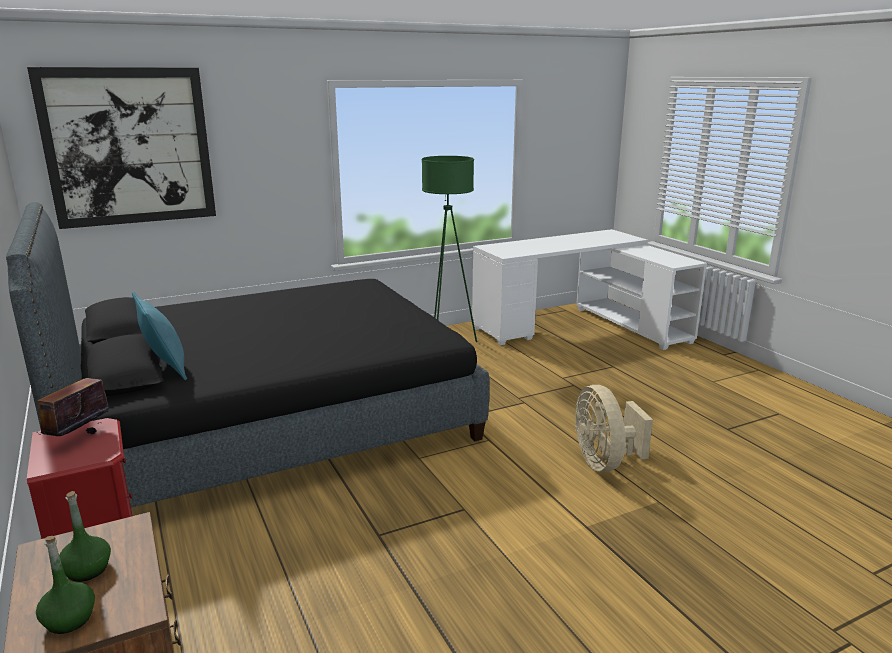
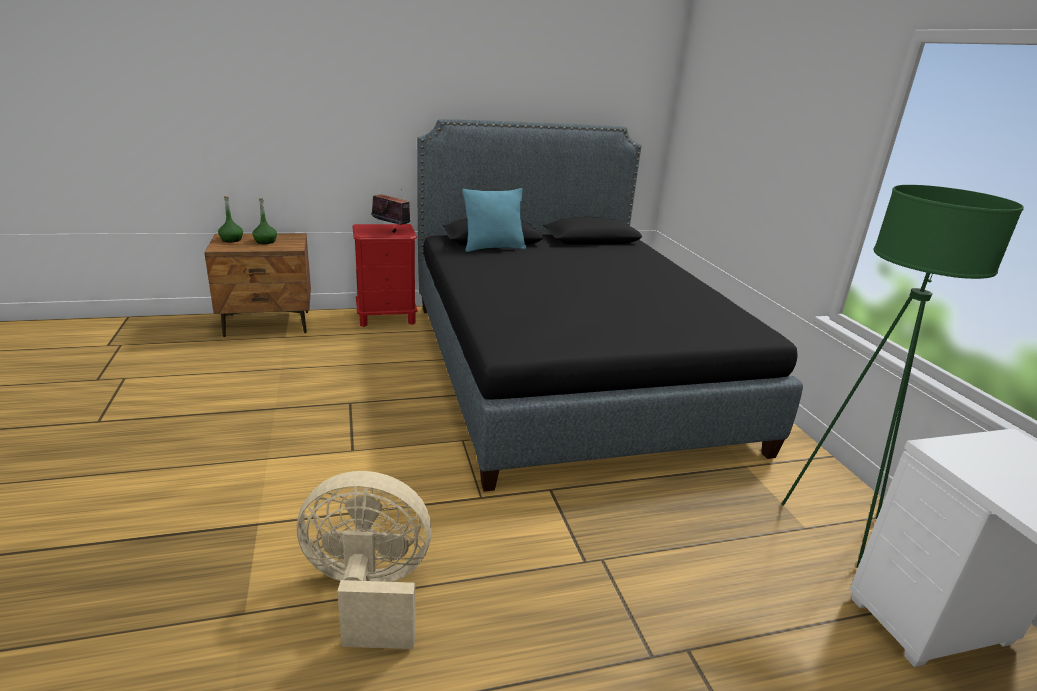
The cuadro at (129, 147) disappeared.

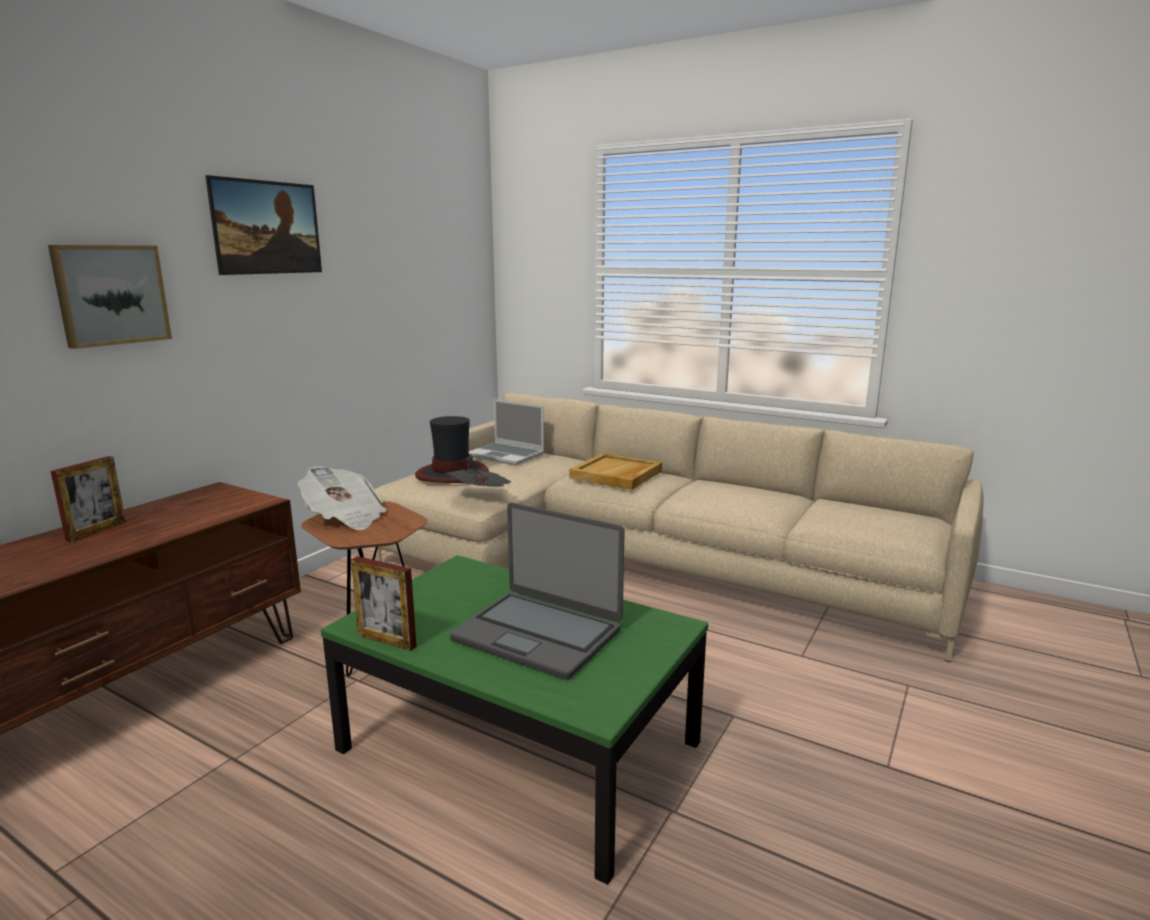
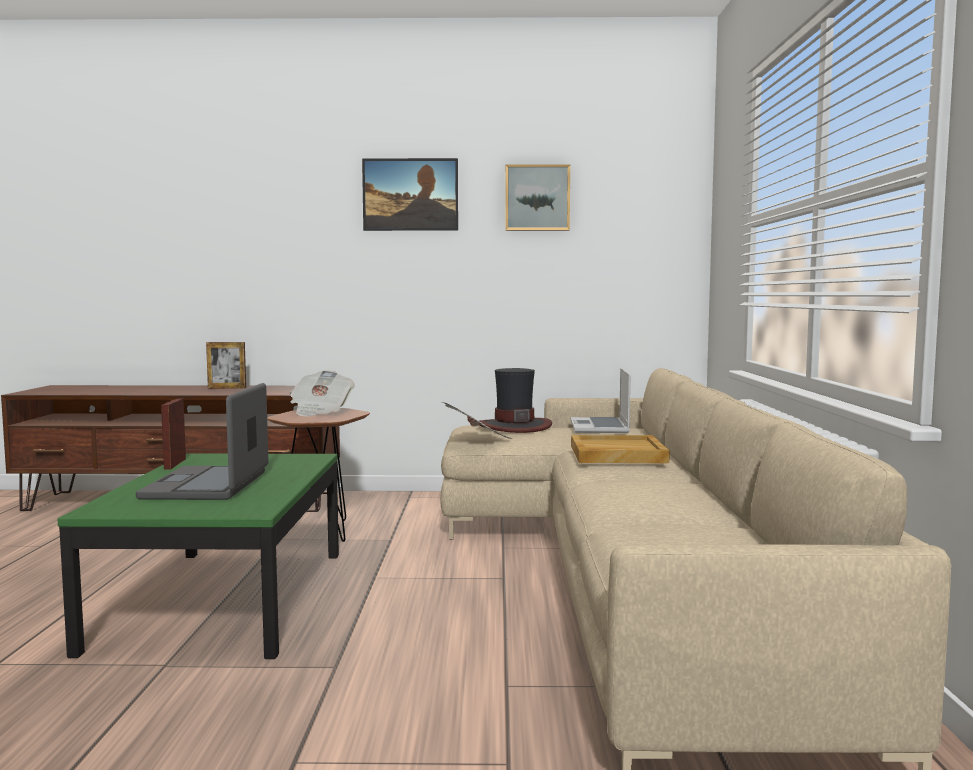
The cuadro moved from (111, 295) to (537, 198).

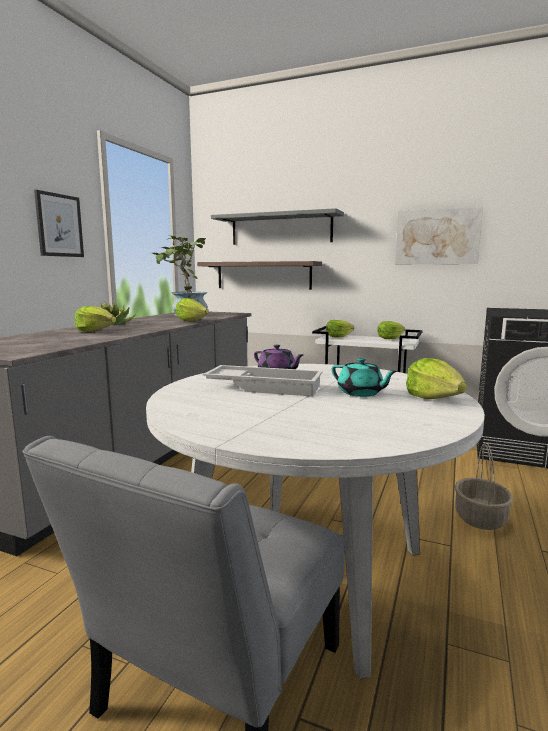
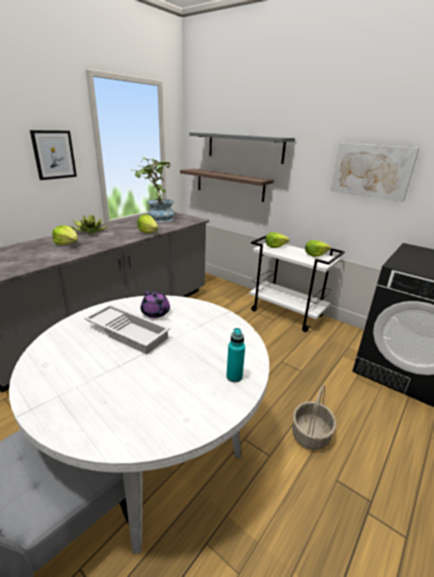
The tetera/turquesa at (361, 393) disappeared.
The lechuga at (434, 398) was replaced by the botella/turquesa at (234, 377).

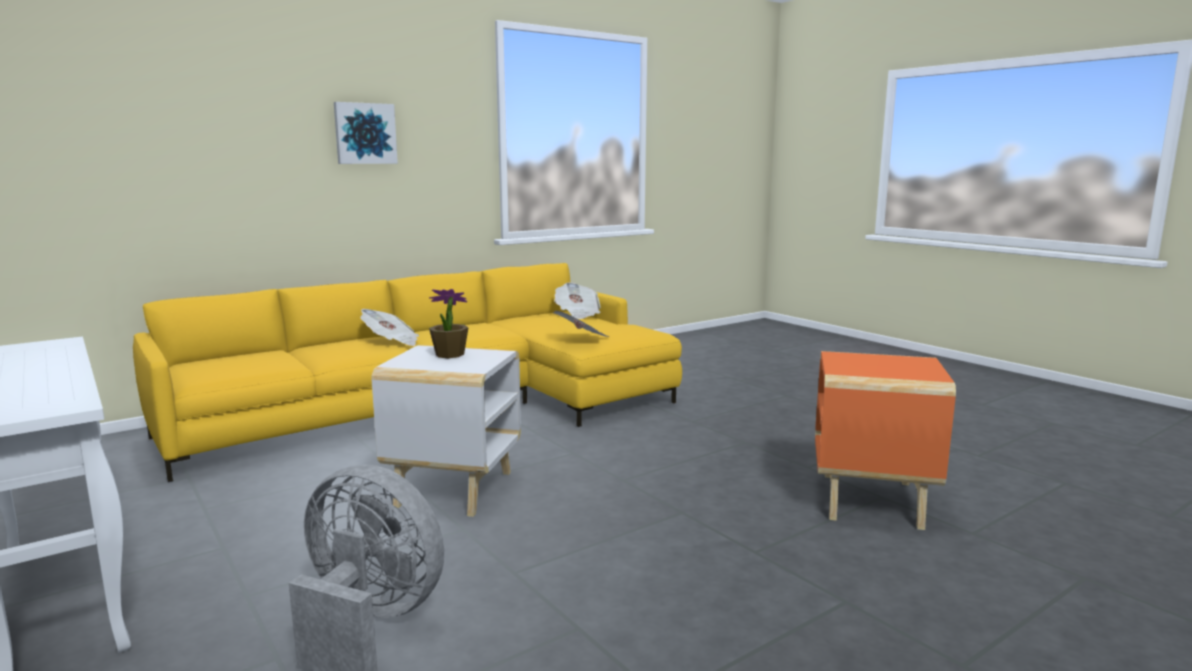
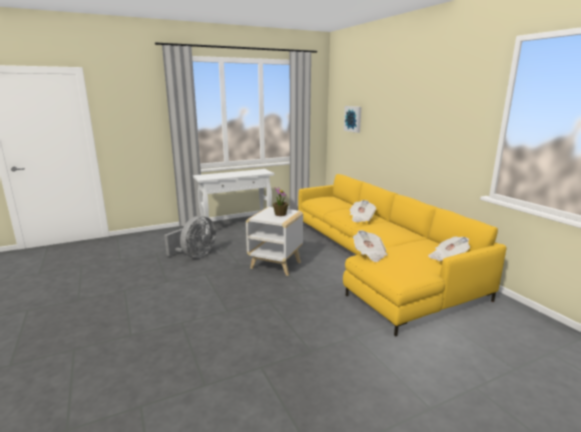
The cuadro moved from (365, 133) to (353, 119).
The mesa auxiliar/naranja at (871, 501) disappeared.

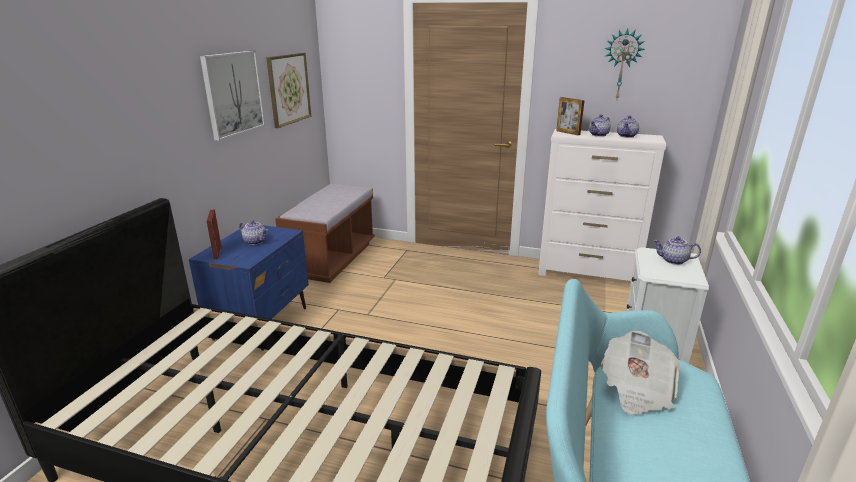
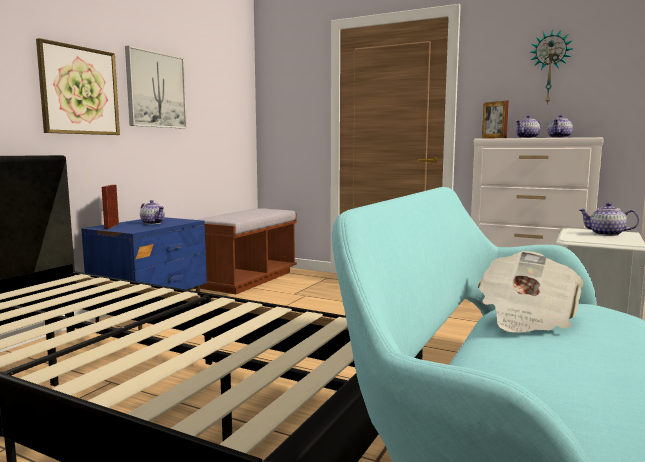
The cuadro moved from (288, 89) to (79, 91).

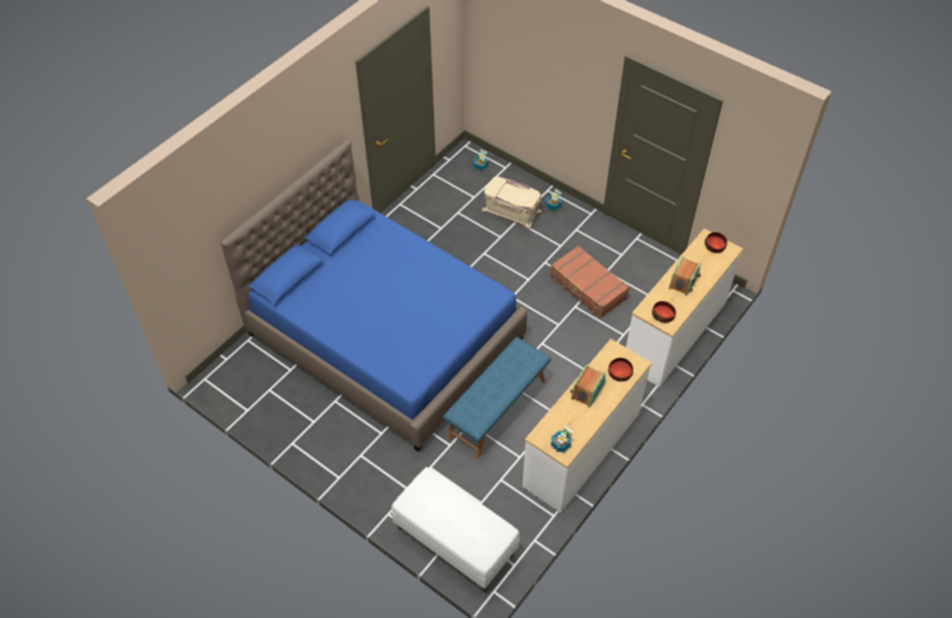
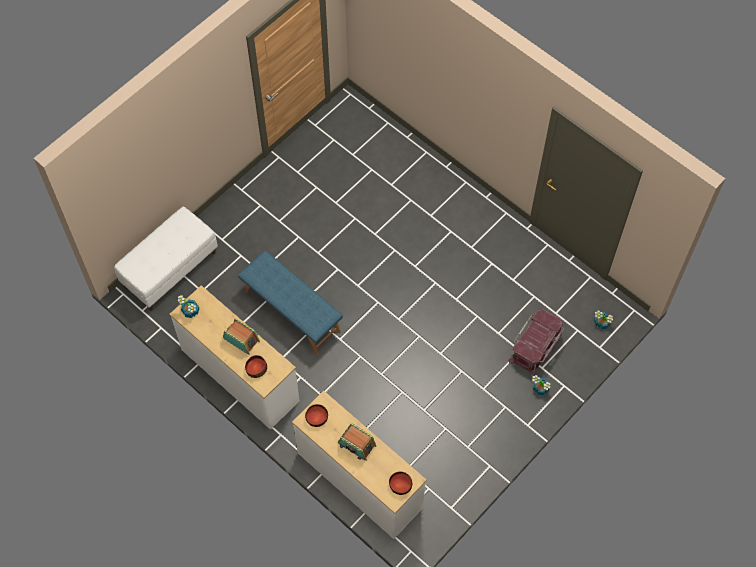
The cama/azul at (386, 336) disappeared.
The caja de almacenaje/beis at (512, 210) became the caja de almacenaje/rojo at (535, 347).
The maleta/marrón at (588, 288) disappeared.

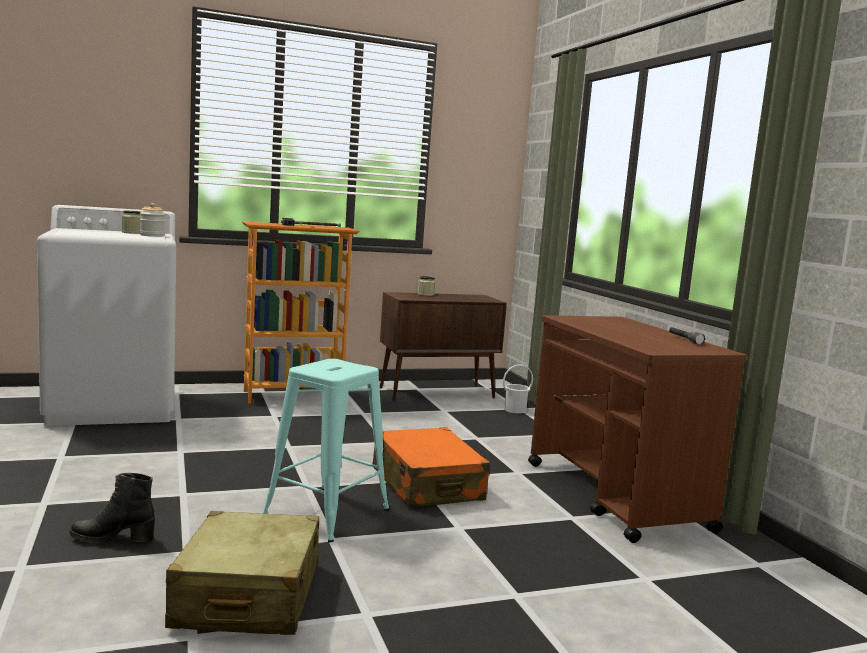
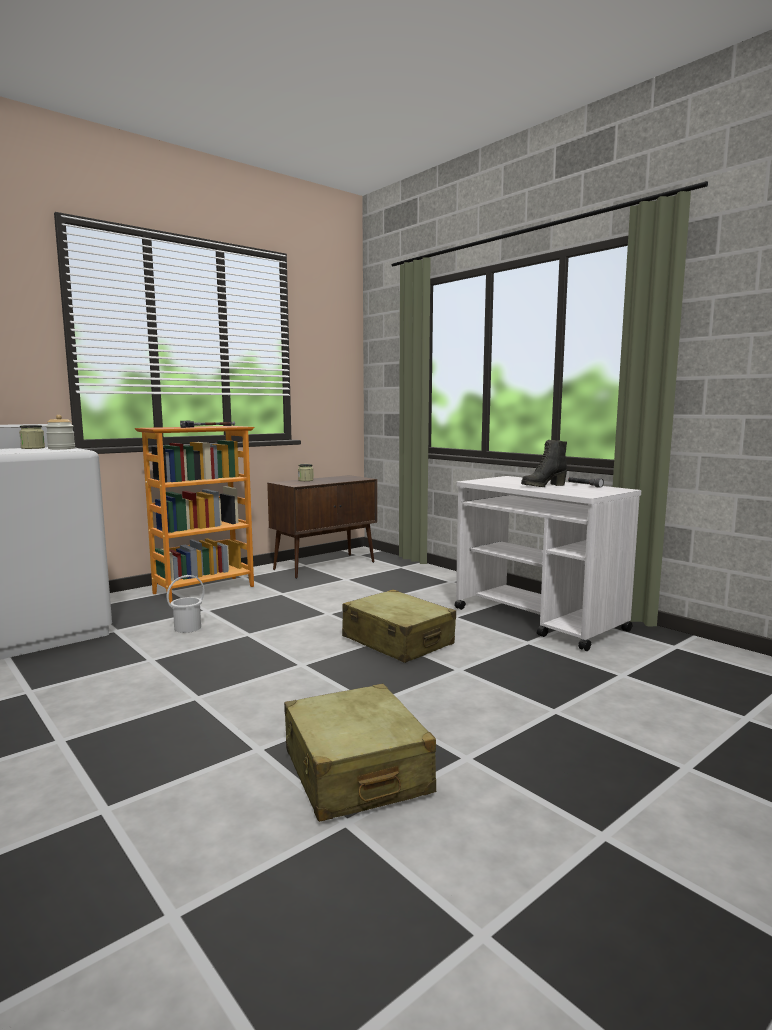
The bota/negro moved from (113, 538) to (543, 486).
The taburete/turquesa at (327, 513) disappeared.
The maleta/naranja at (427, 485) became the maleta/beis at (398, 641).
The cubo/blanco moved from (514, 410) to (187, 628).
The carrito/marrón at (616, 496) became the carrito/blanco at (539, 620).

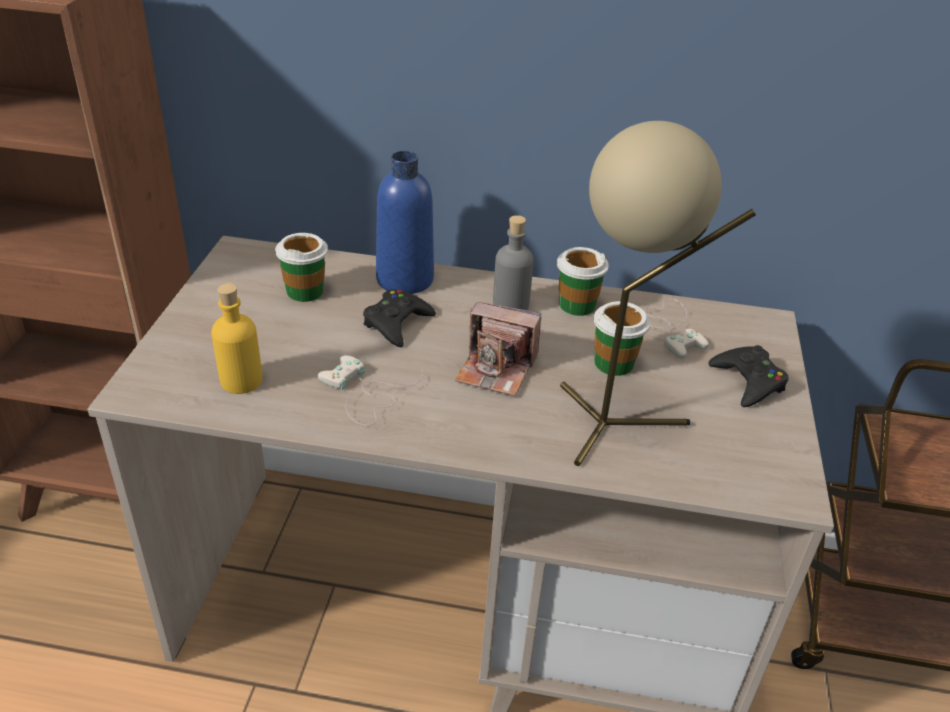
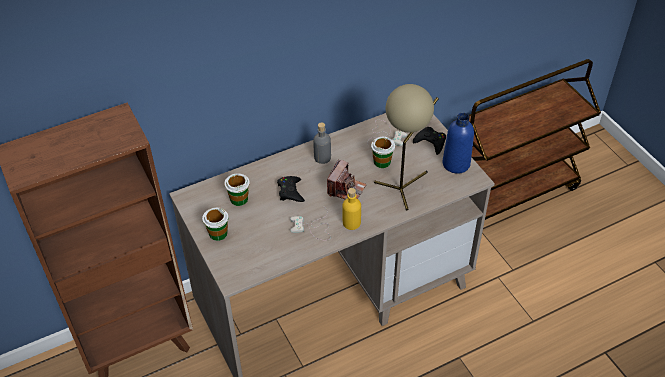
The botella/amarillo moved from (241, 380) to (351, 223).
The botella/azul moved from (405, 279) to (456, 164).
The cámara at (496, 369) turned 45 degrees counterclockwise.
The taza moved from (576, 305) to (218, 233).

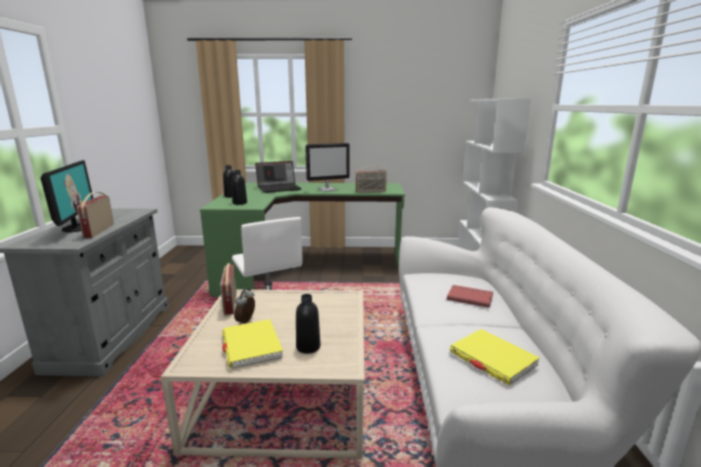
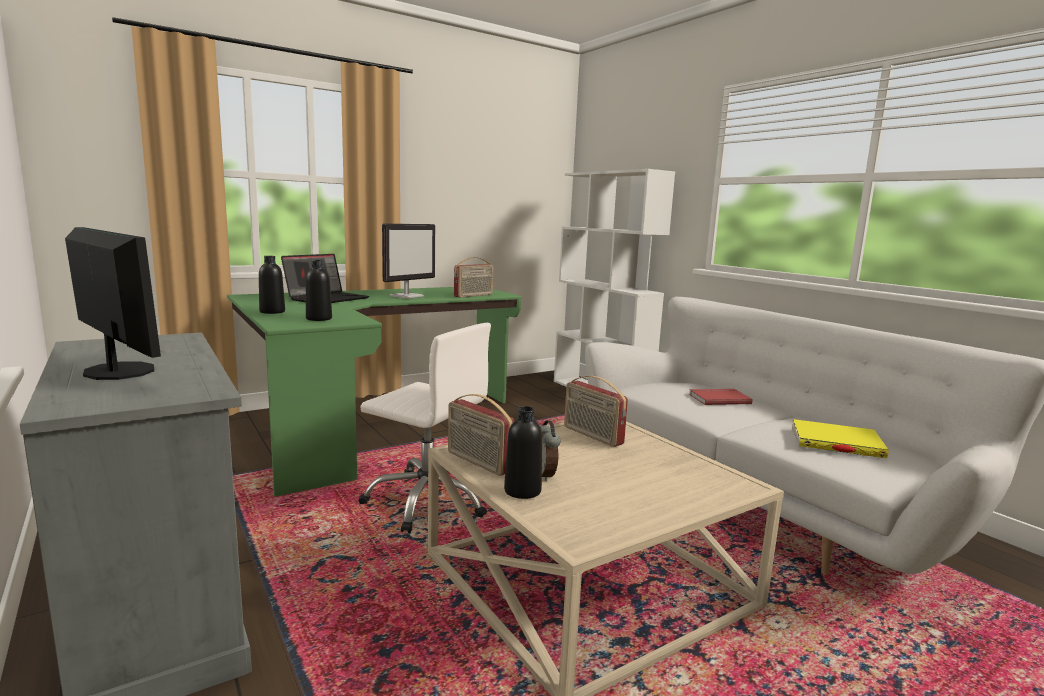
The radio moved from (98, 231) to (592, 435).
The libro/amarillo at (251, 346) disappeared.
The botella/negro moved from (308, 347) to (522, 491).

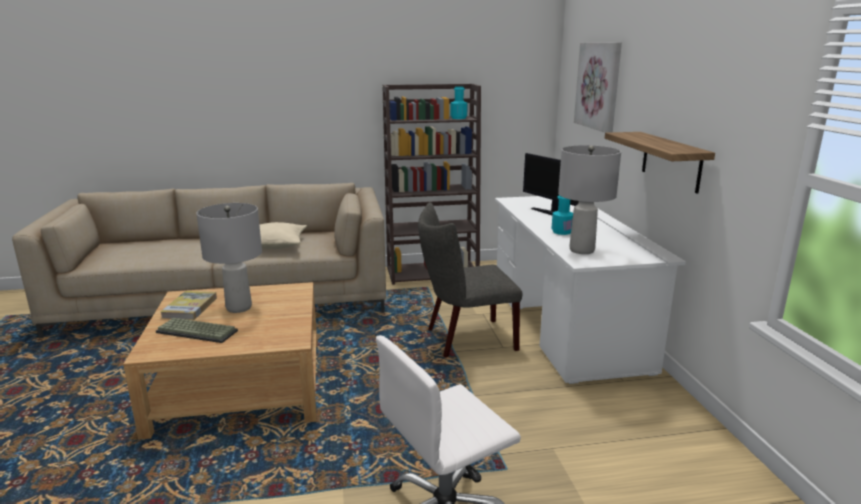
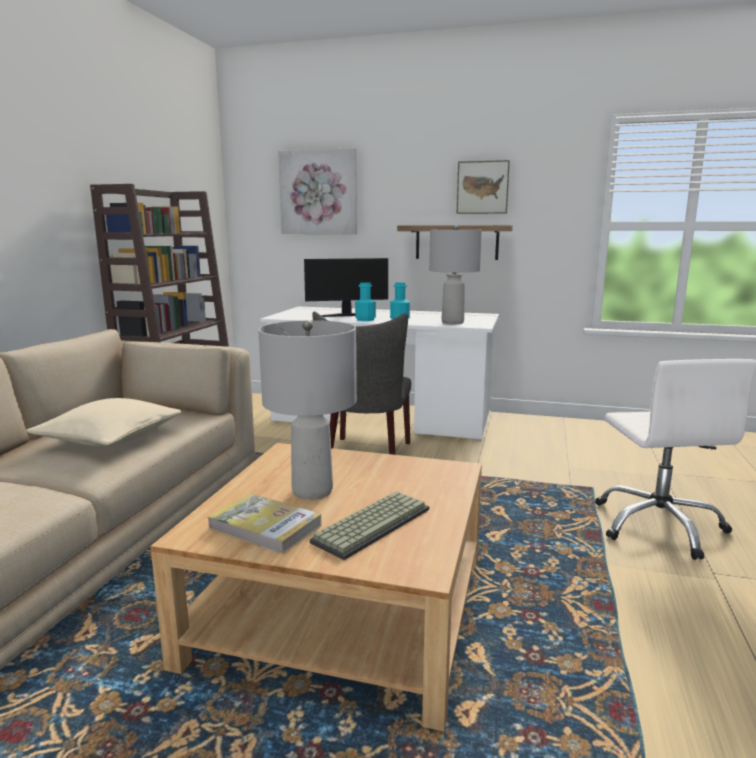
The botella/turquesa moved from (458, 118) to (365, 319).
The cuadro at (483, 187) appeared.

